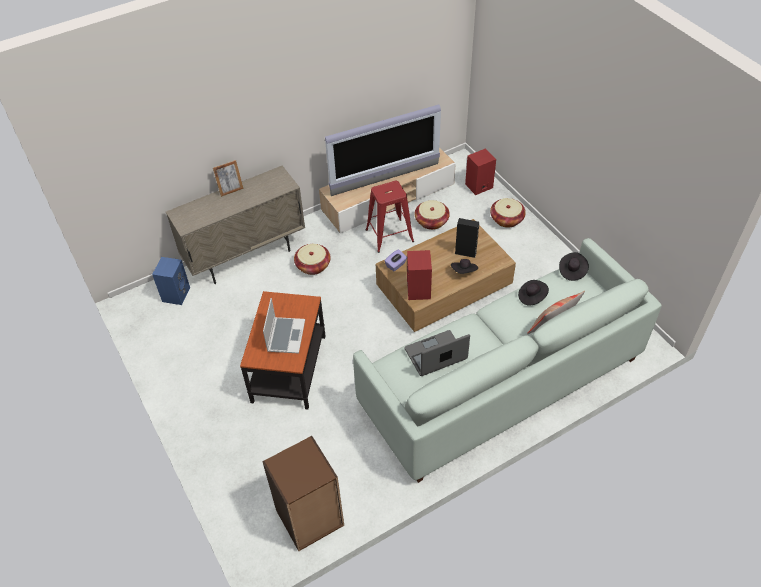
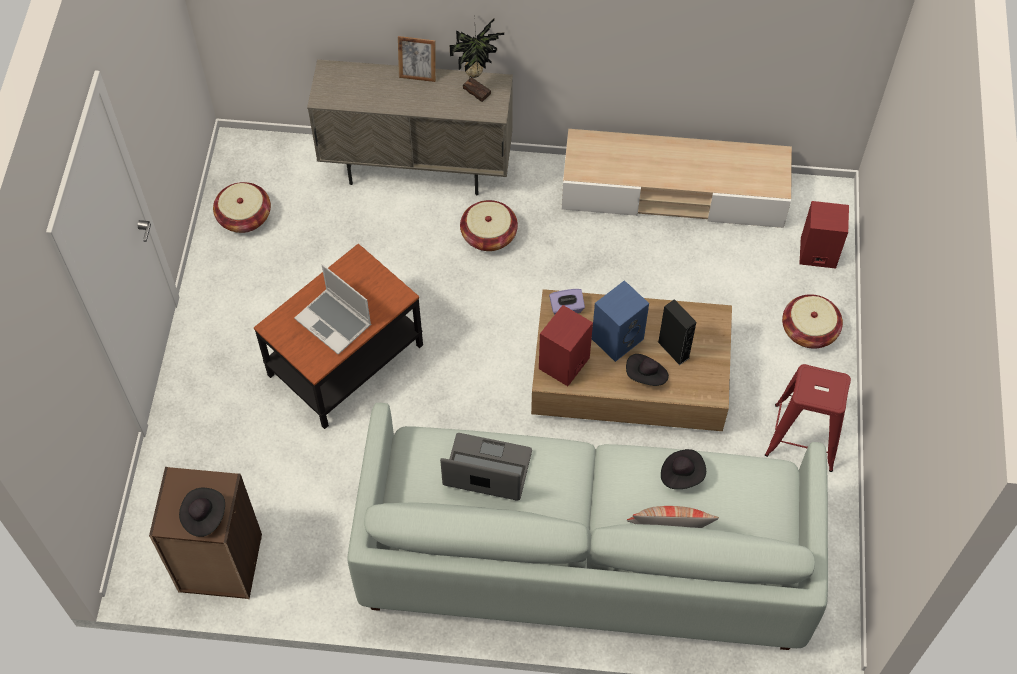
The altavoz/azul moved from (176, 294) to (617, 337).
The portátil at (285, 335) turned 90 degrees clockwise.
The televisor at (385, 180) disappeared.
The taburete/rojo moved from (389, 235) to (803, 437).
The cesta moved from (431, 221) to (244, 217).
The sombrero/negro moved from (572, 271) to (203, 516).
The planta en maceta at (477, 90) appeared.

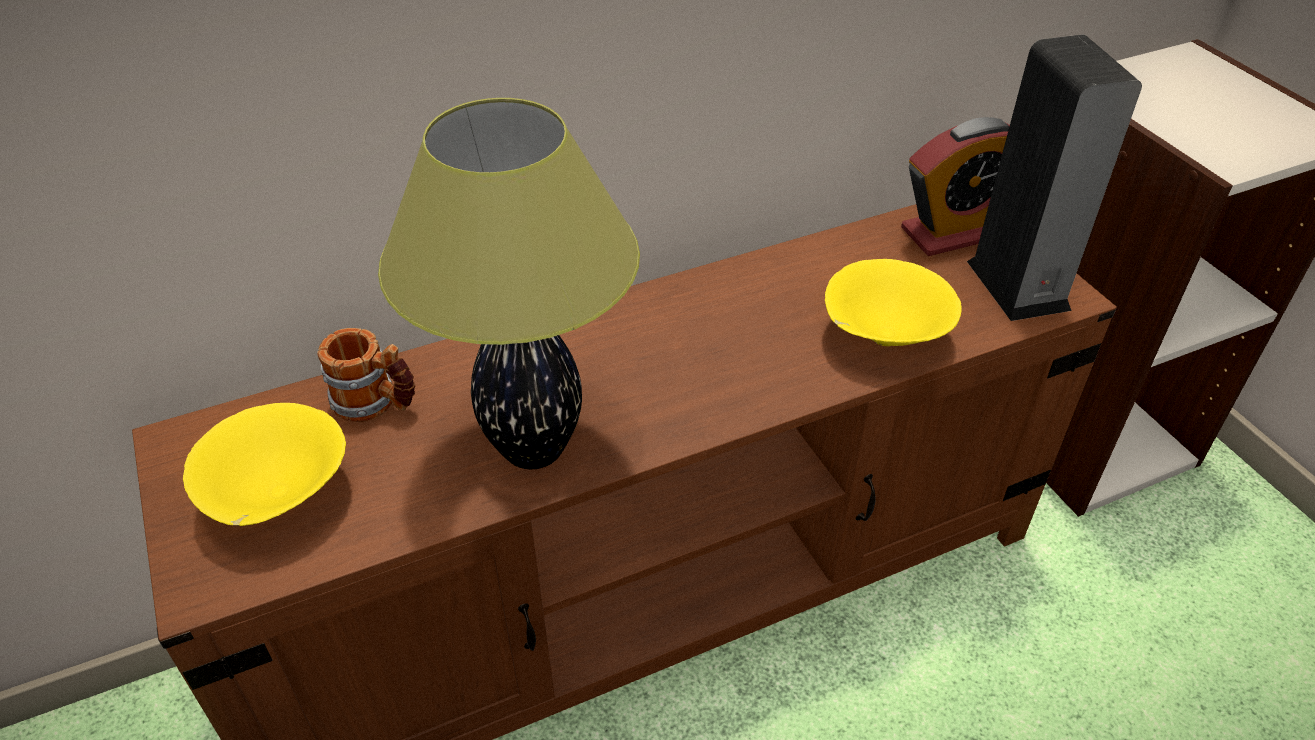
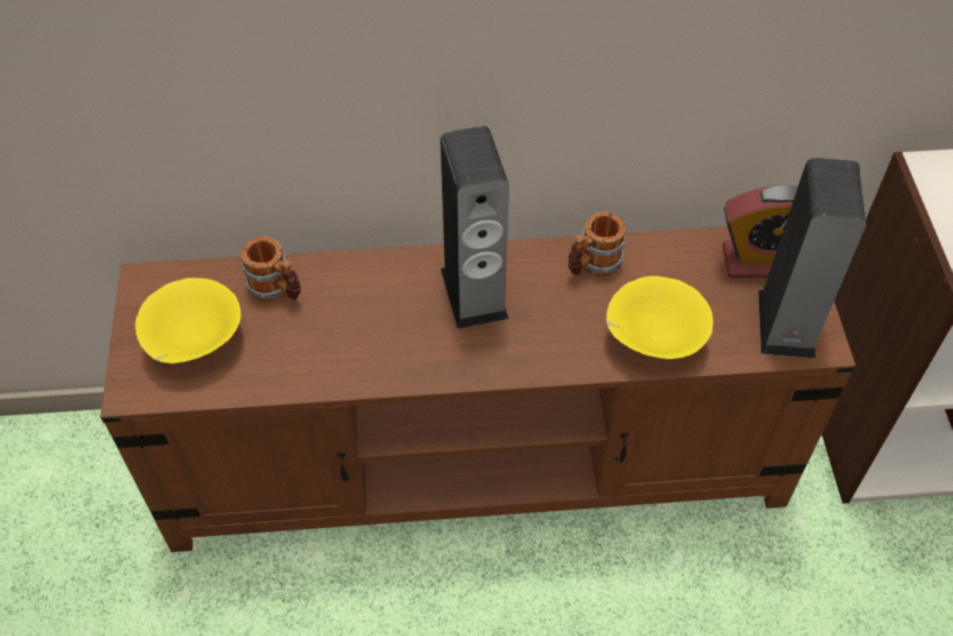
The lámpara de mesa at (532, 449) disappeared.
The altavoz at (474, 293) appeared.
The taza grande at (592, 265) appeared.

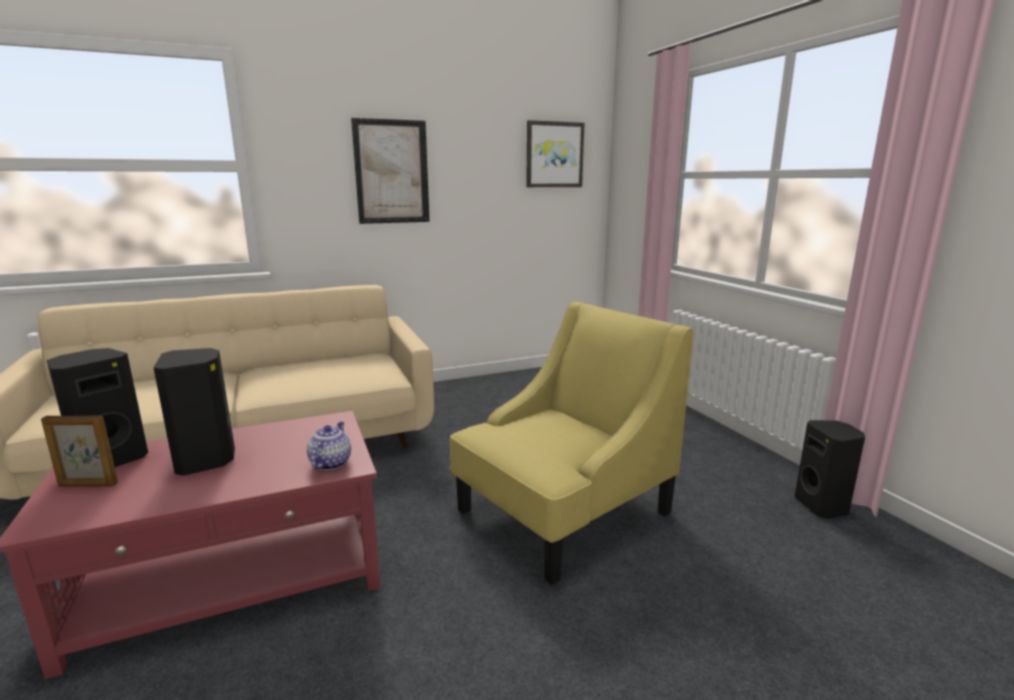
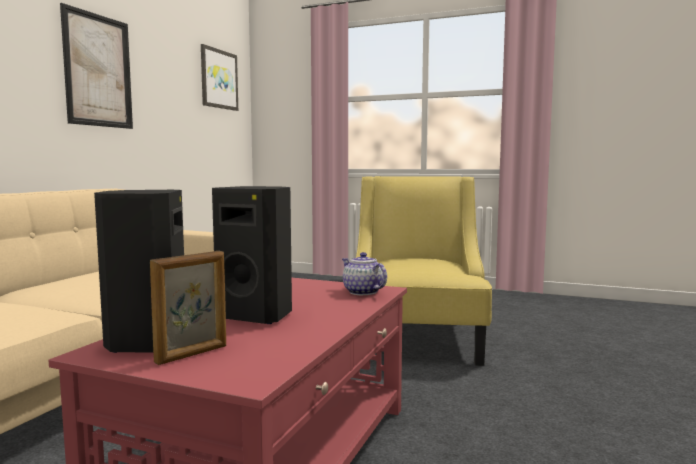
The altavoz/negro at (823, 506) disappeared.

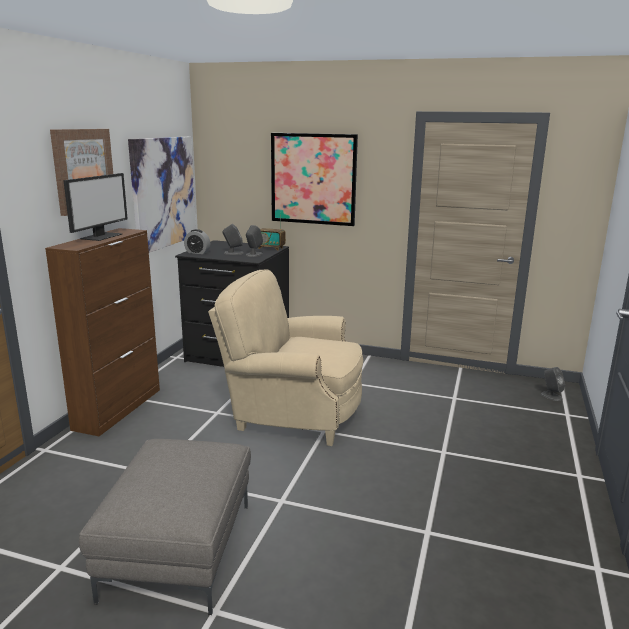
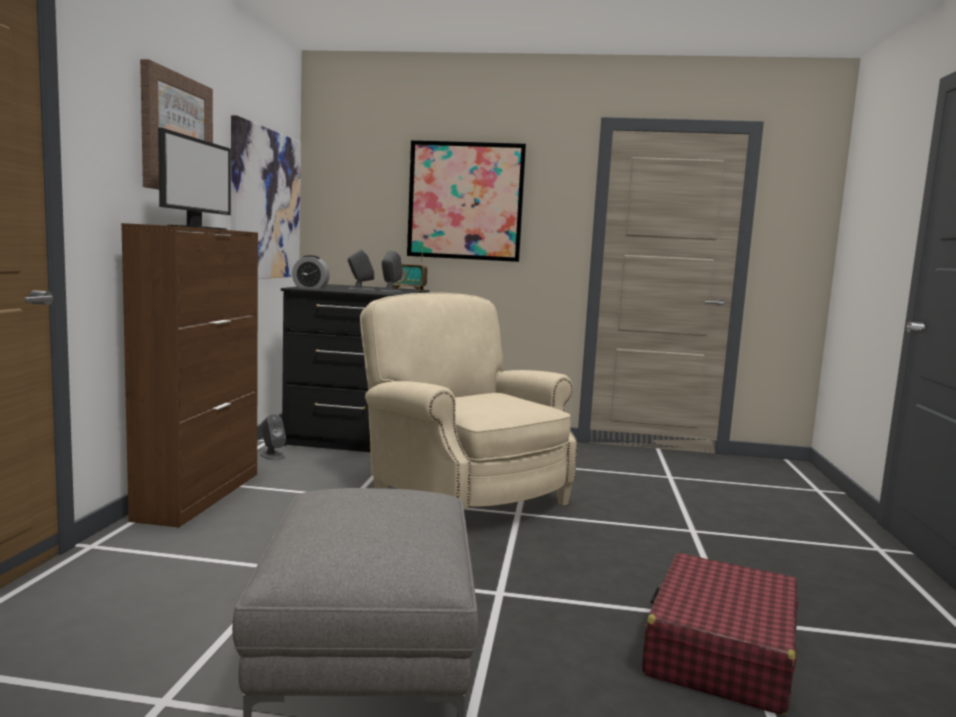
The sillón/beis at (291, 412) turned 45 degrees clockwise.
The altavoz/gris moved from (551, 396) to (272, 455).
The maleta/rojo at (720, 652) appeared.

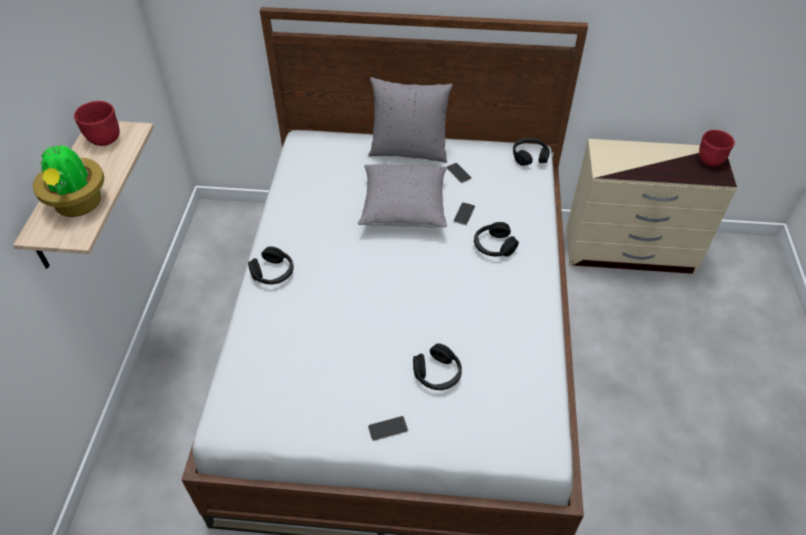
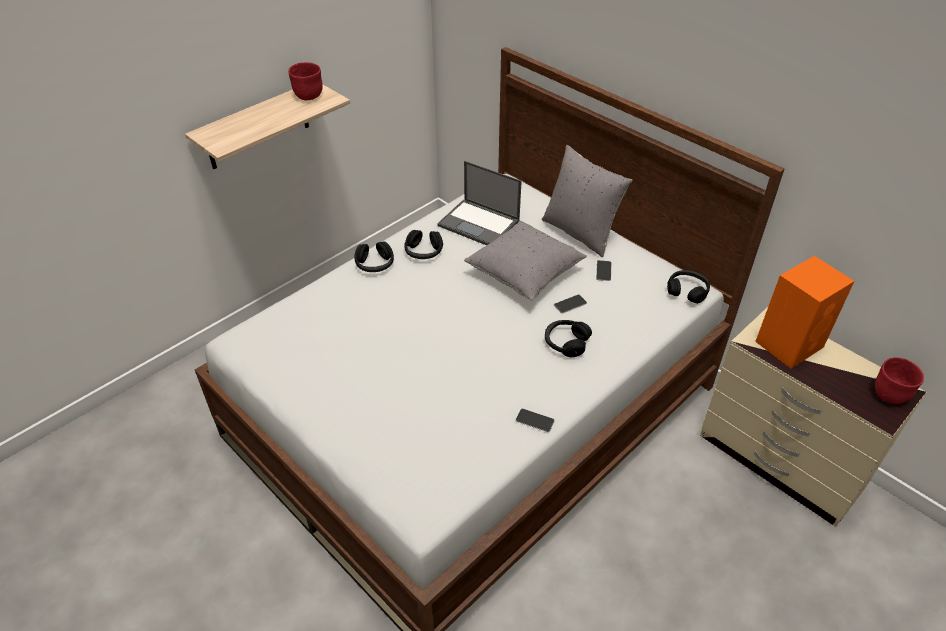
The planta en maceta at (79, 204) disappeared.
The móvil moved from (388, 428) to (535, 420).
The auriculares/negro moved from (437, 374) to (423, 252).
The portátil at (479, 223) appeared.
The altavoz/naranja at (790, 343) appeared.

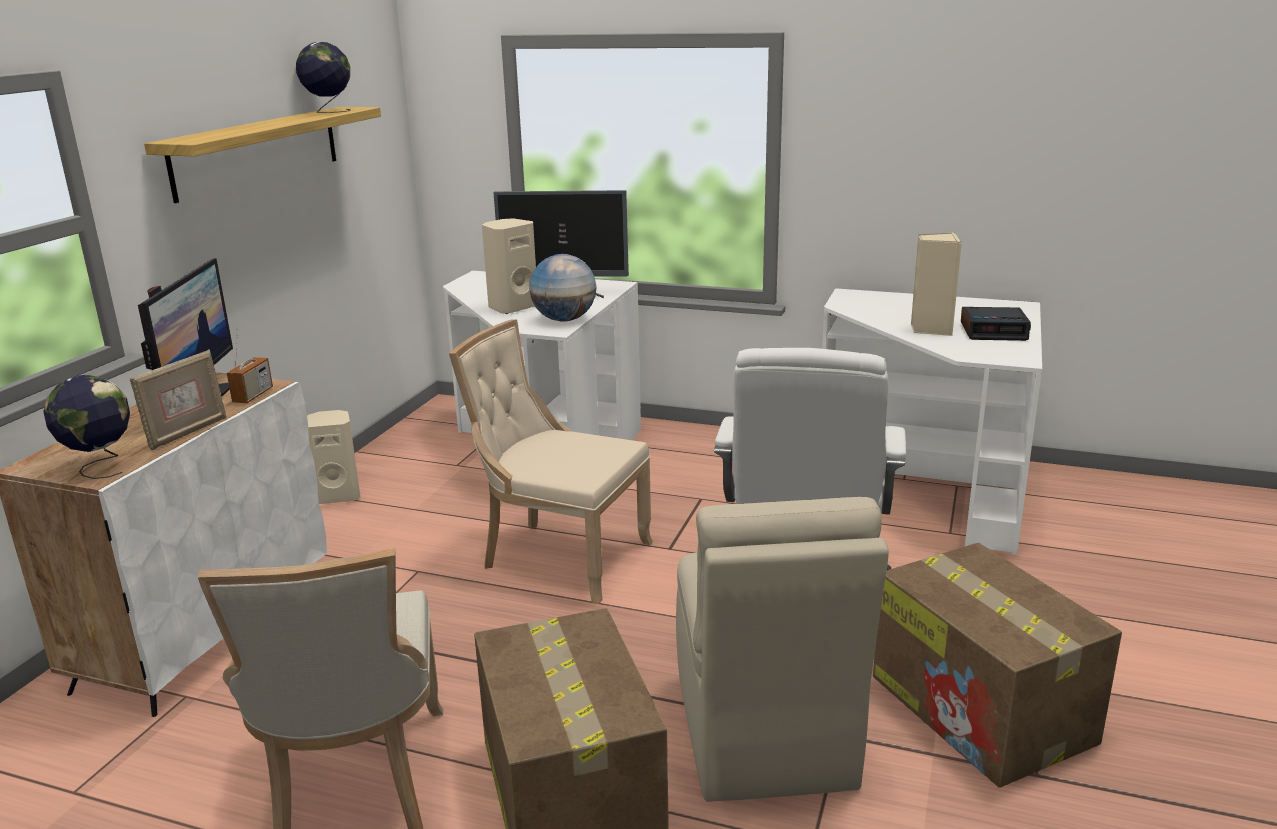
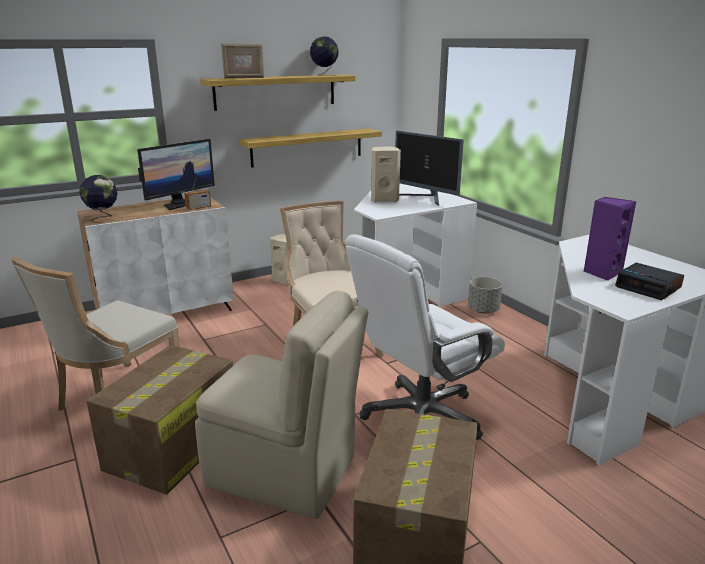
The portarretratos moved from (187, 433) to (244, 78).
The globo terráqueo at (564, 319) disappeared.
The silla/beis at (763, 734) turned 105 degrees counterclockwise.
The altavoz/beis at (931, 329) became the altavoz/morado at (602, 273).
The estante at (307, 147) appeared.
The maceta/gris at (483, 310) appeared.

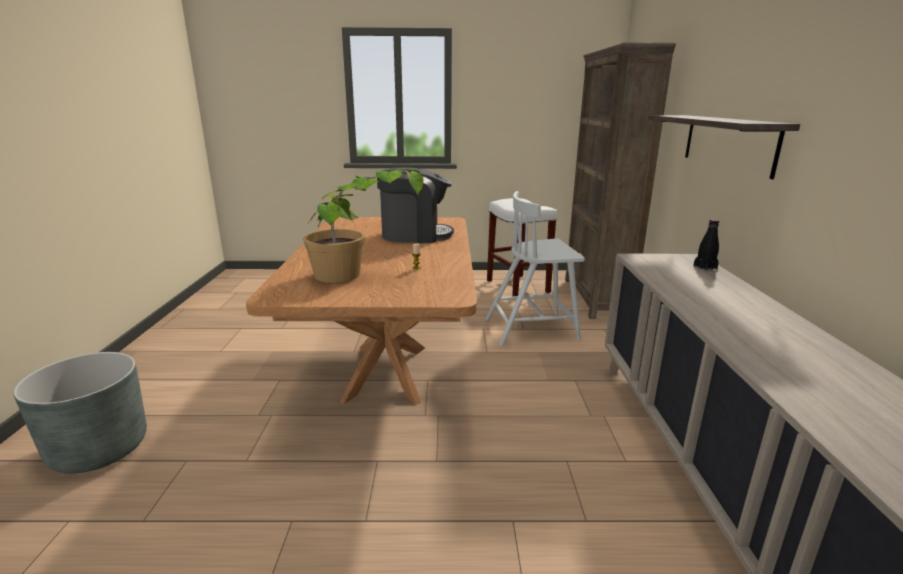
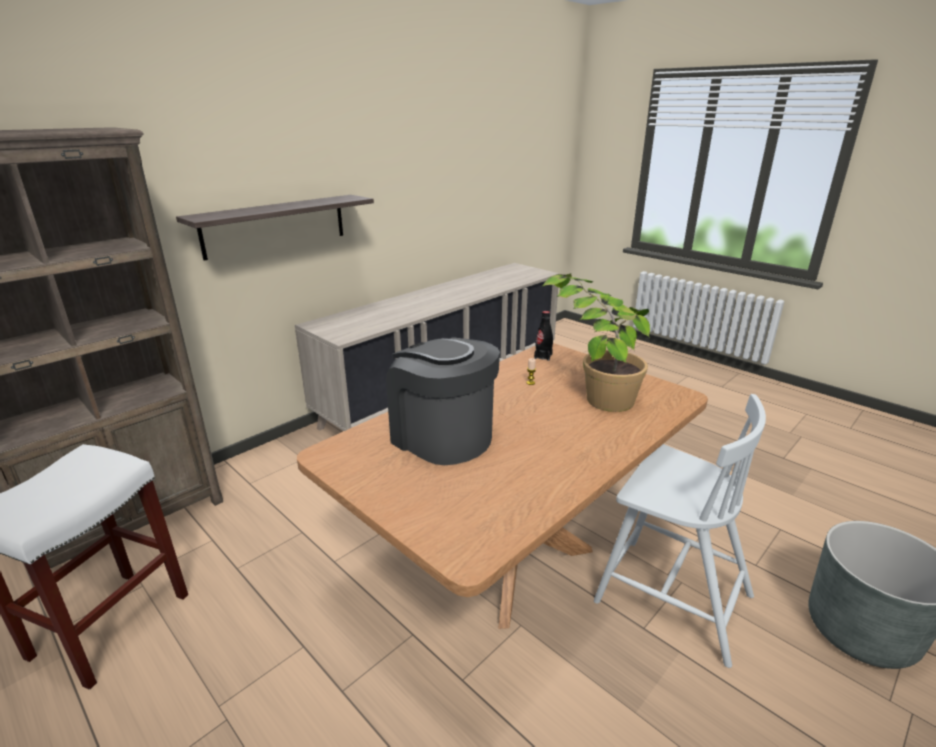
The silla/blanco moved from (532, 329) to (670, 596).
The botella/negro moved from (705, 267) to (543, 356).

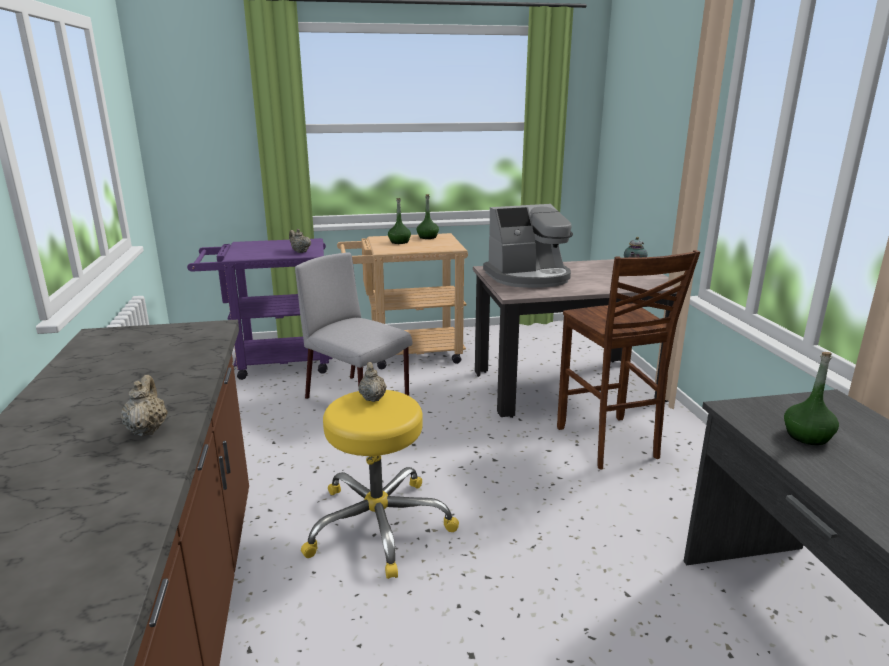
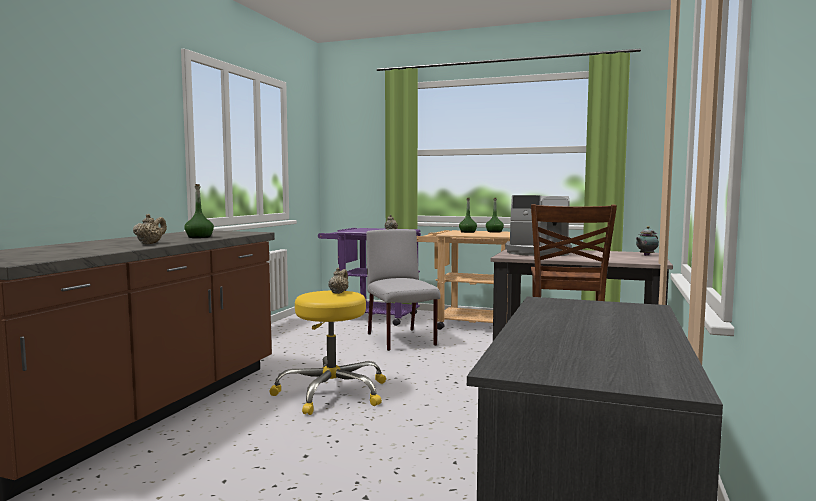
The botella/verde moved from (807, 436) to (199, 237).

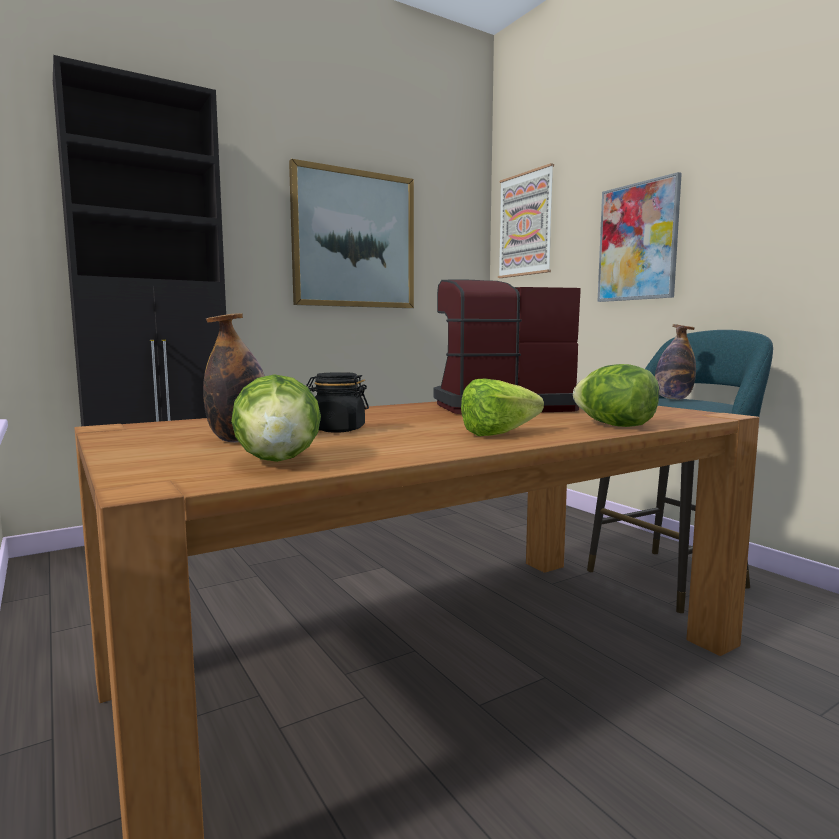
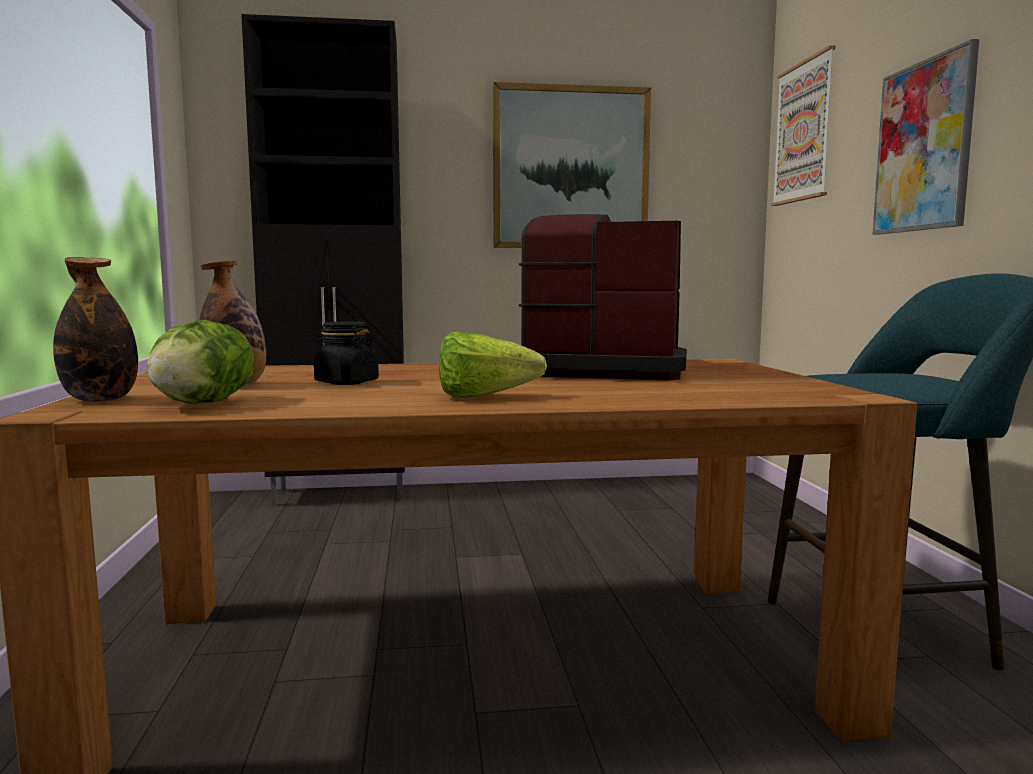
The lechuga at (615, 425) disappeared.
The botella moved from (673, 398) to (100, 400).

